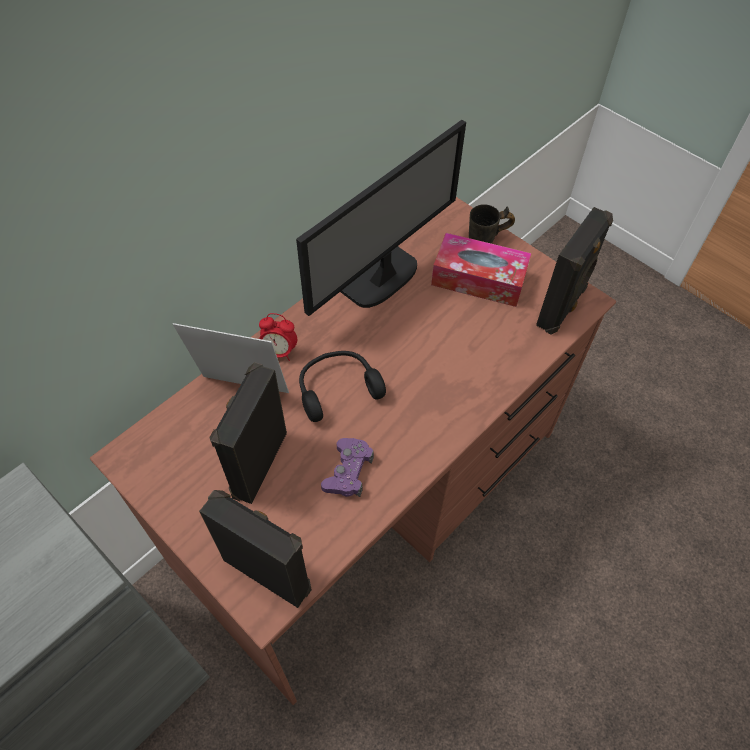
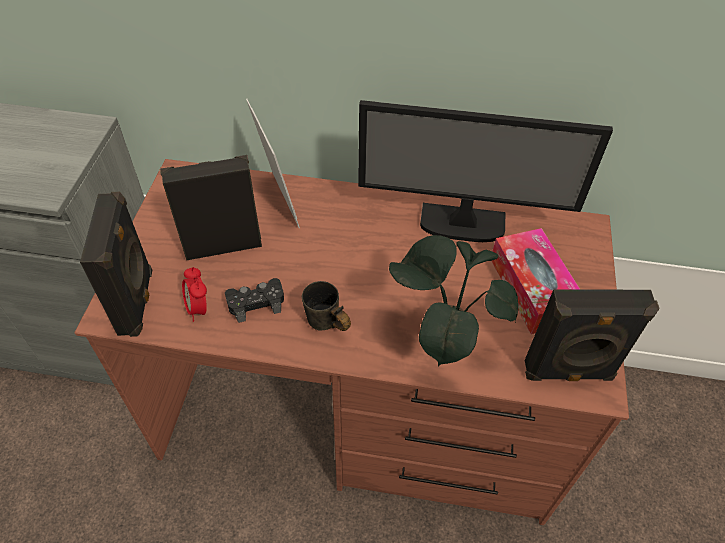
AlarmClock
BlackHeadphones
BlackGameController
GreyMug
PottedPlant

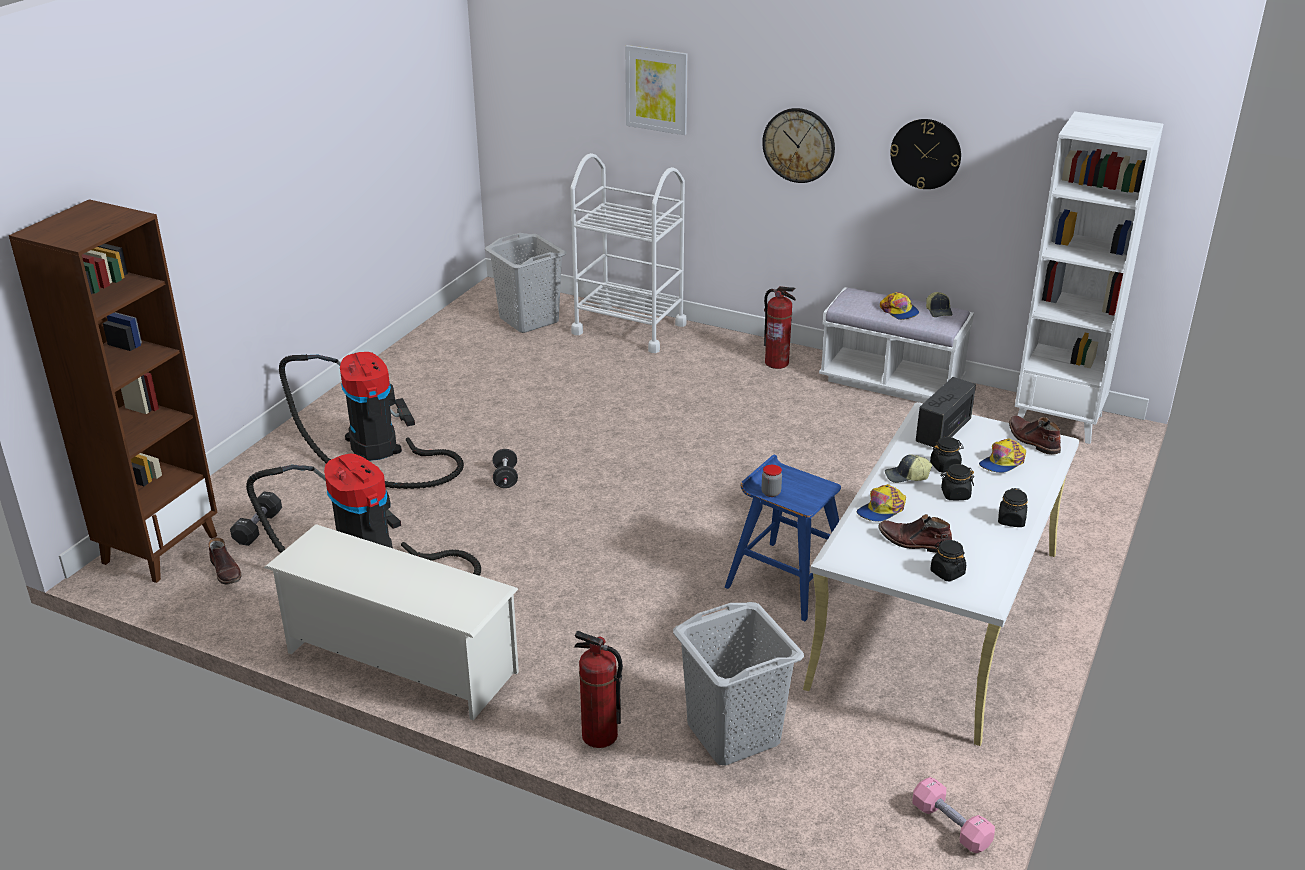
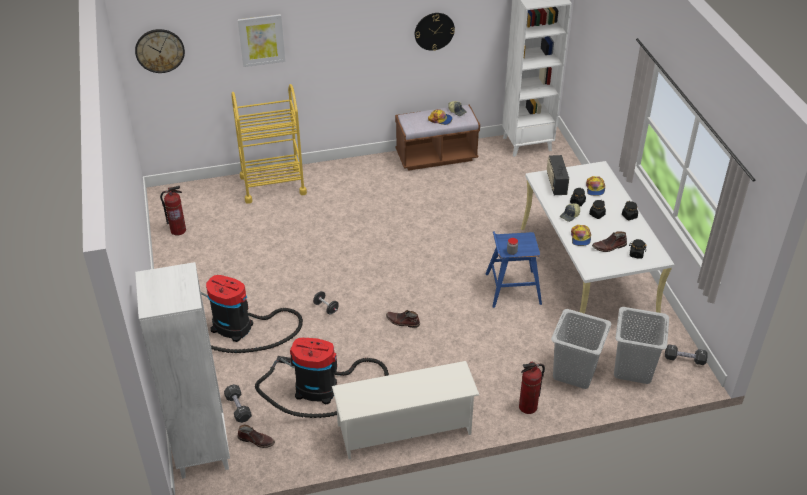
WhiteBookcase (no. 1 from left)
GreyLaundryBasket (no. 2 from left)
YellowCart
WallClock (no. 1 from left)
FireExtinguisher (no. 1 from left)
BrownBench
BlackDumbbell (no. 3 from left)
BrownBoot (no. 2 from left)

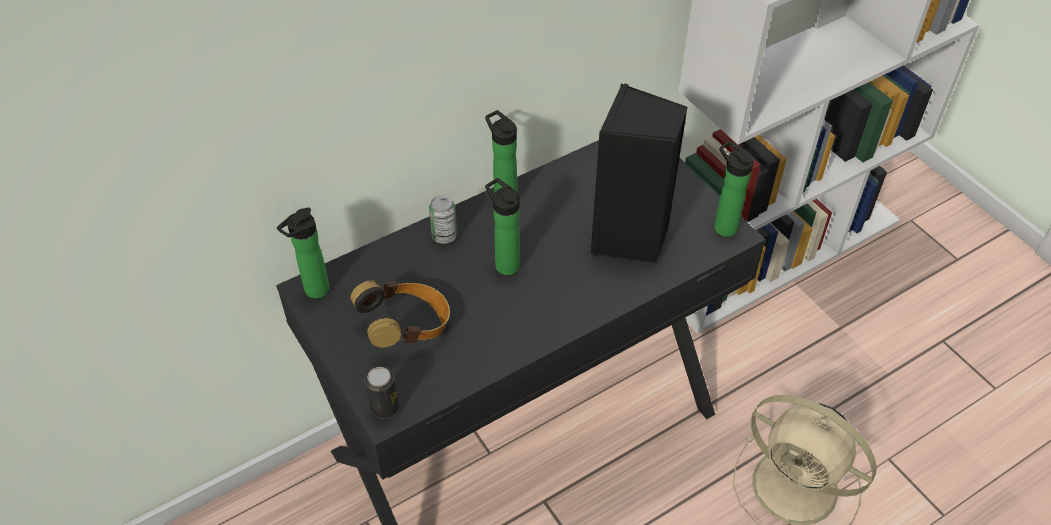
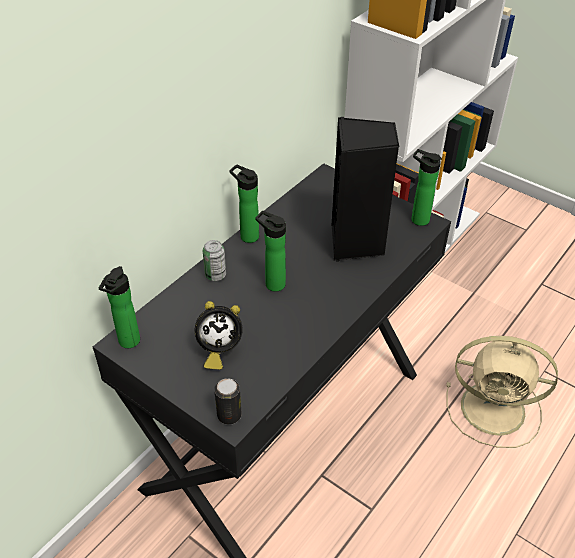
AlarmClock

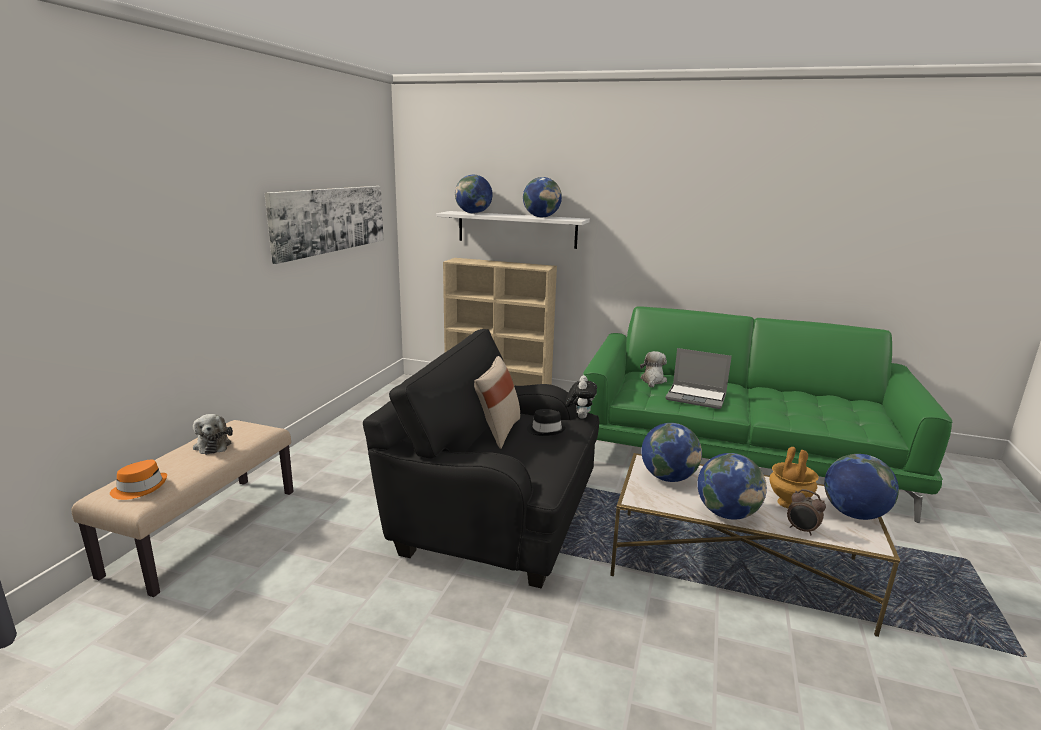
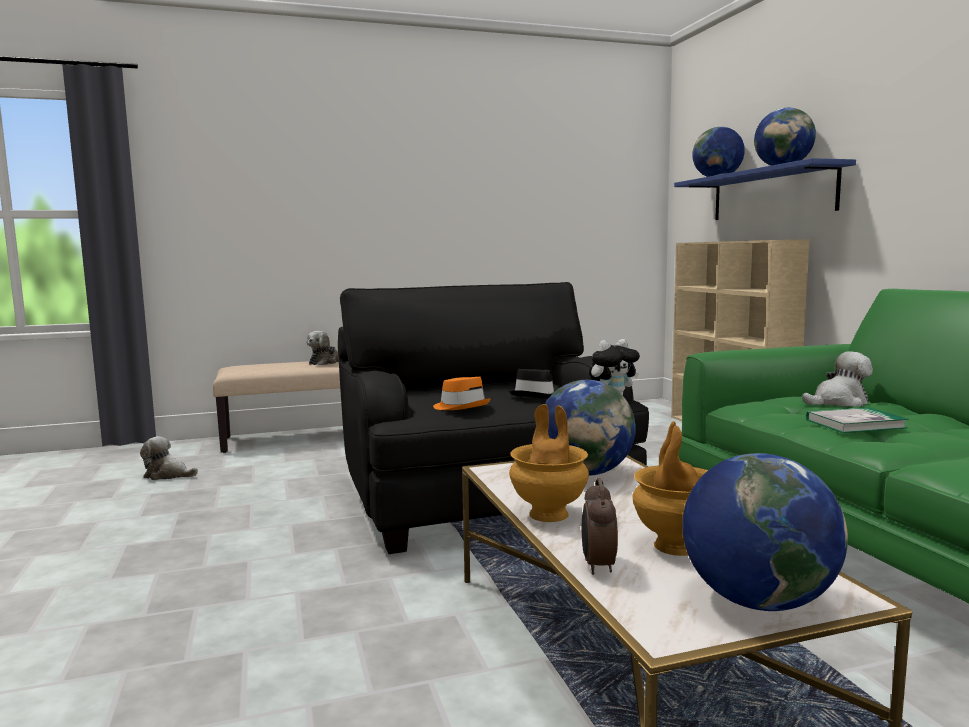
OrangeHat
Picture
BlueShelf
BeigePillow
Book
BrownVase (no. 1 from left)
PlushToy (no. 1 from left)

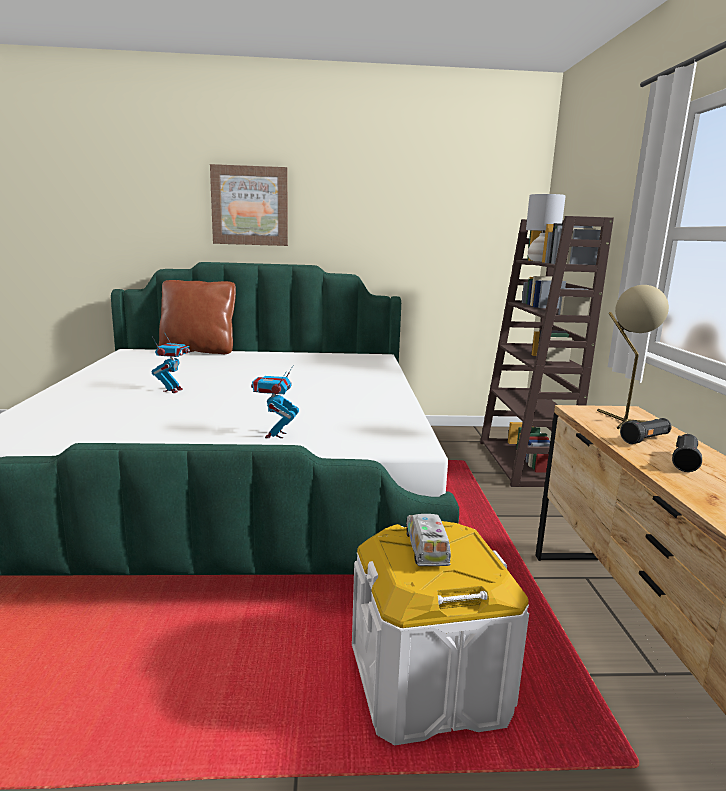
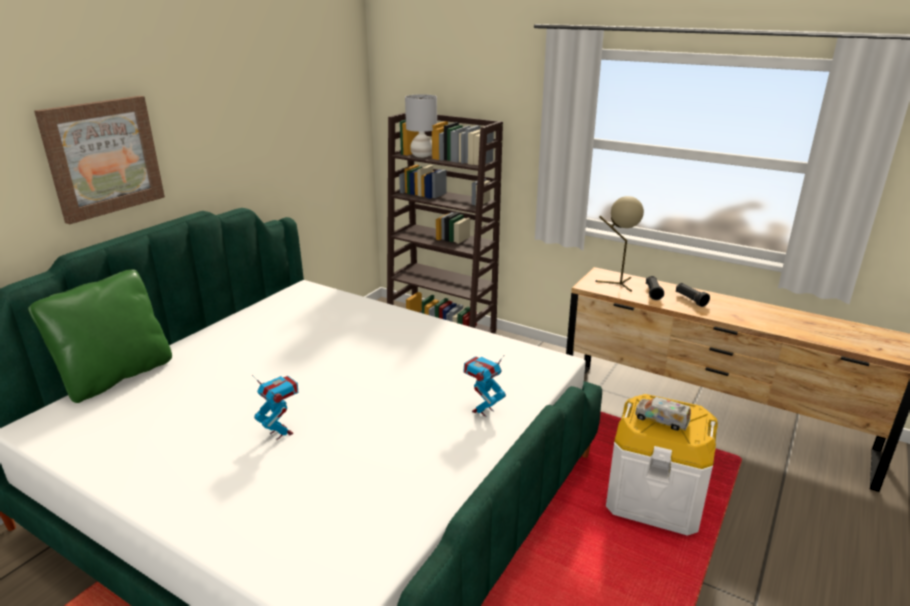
GreenPillow
ToyRobot (no. 2 from left)

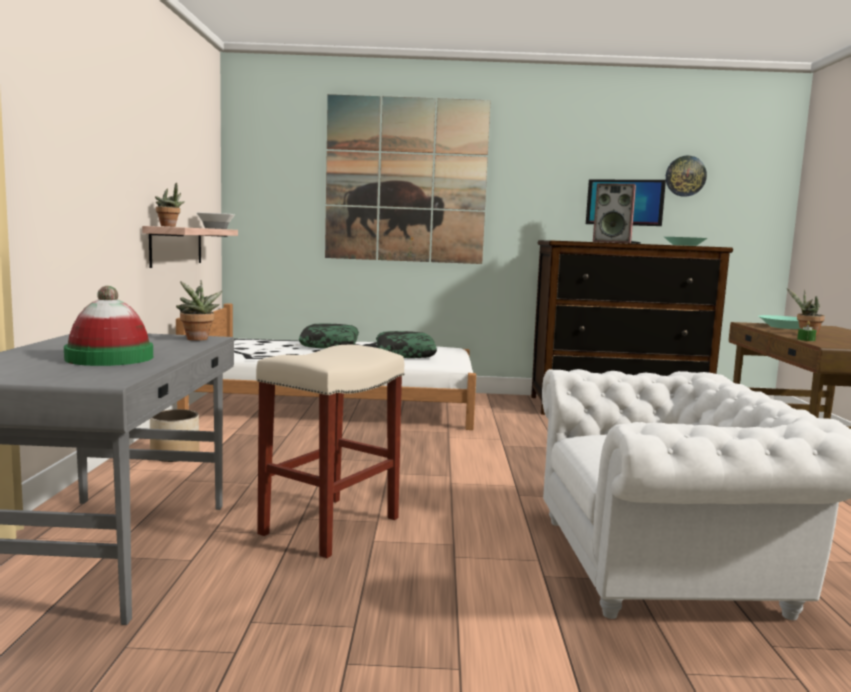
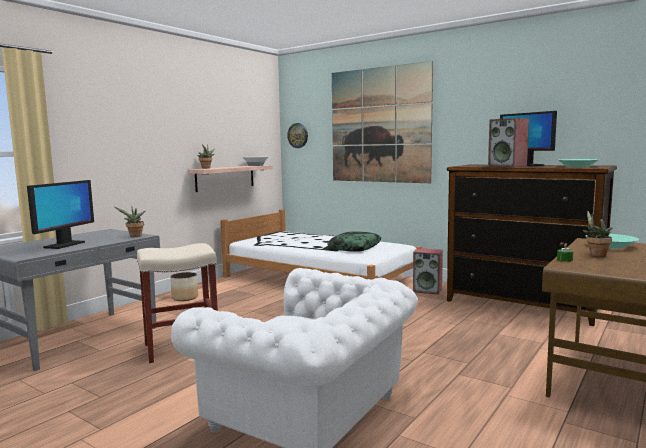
Monitor (no. 1 from left)
Pillow (no. 1 from left in the first image)
WallClock
Speaker (no. 1 from left)

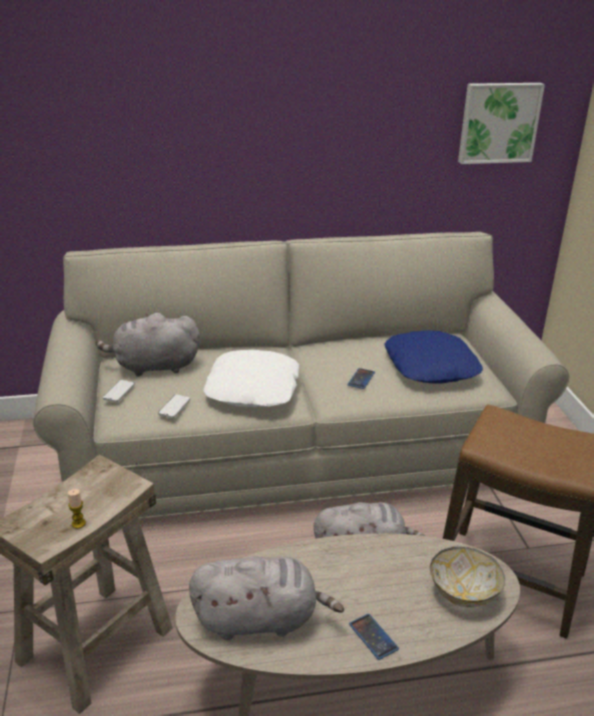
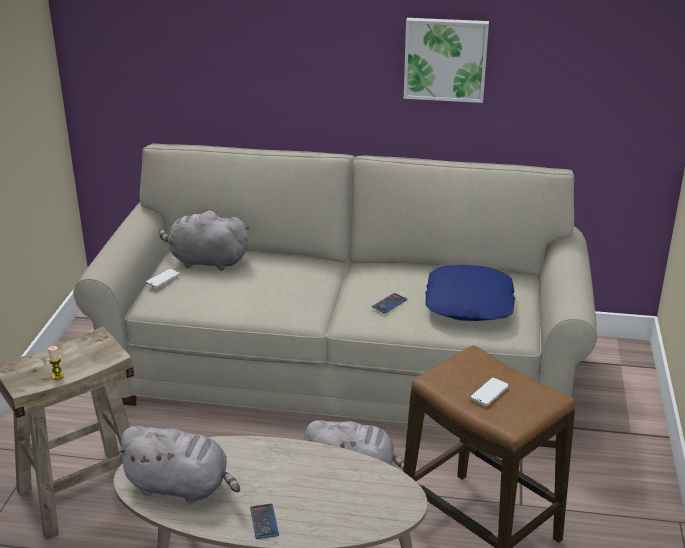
Phone (no. 4 from left)
WhitePillow
Bowl
Picture

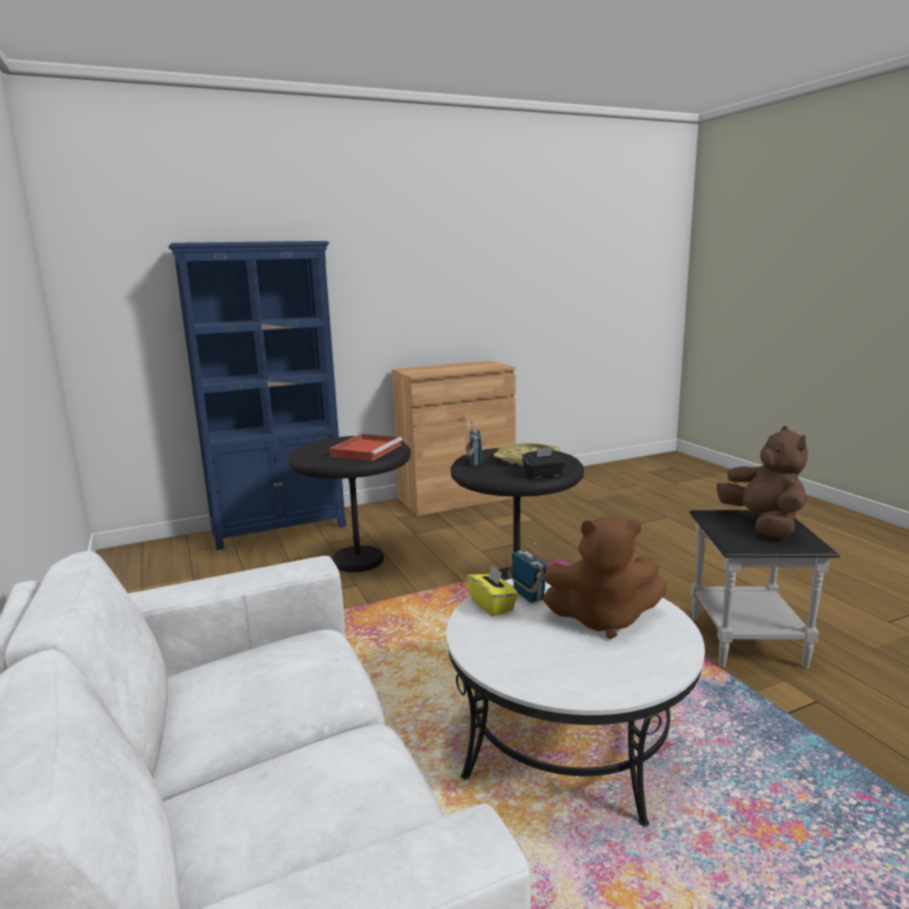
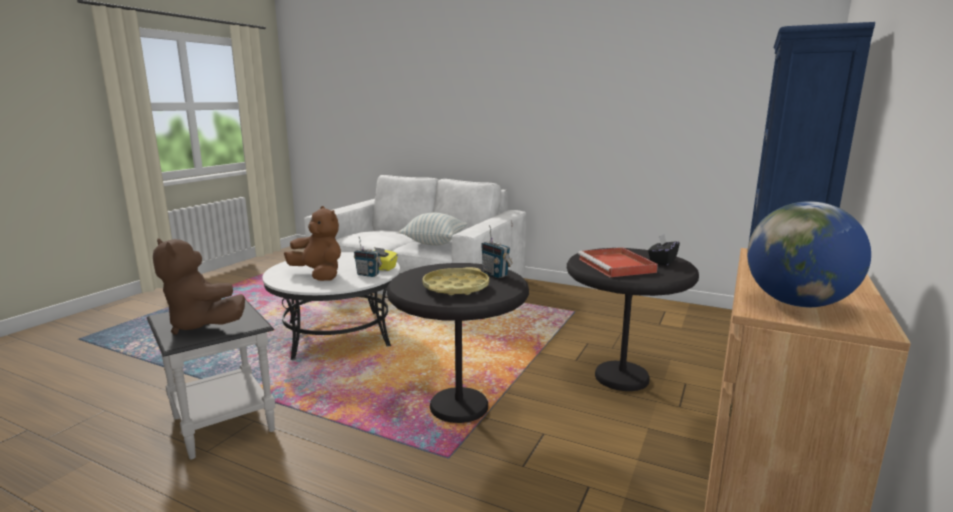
BlackTissueBox
BrownPlushToy (no. 2 from left)
Pillow
Globe

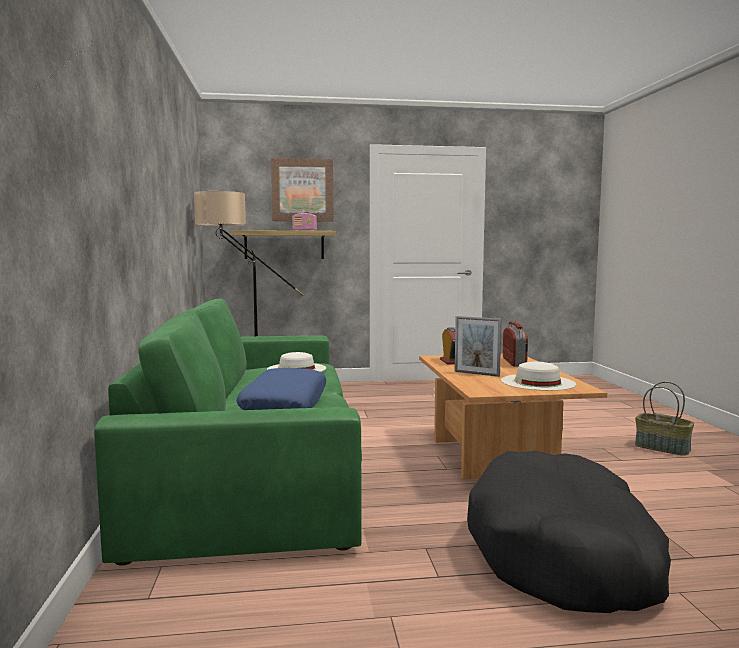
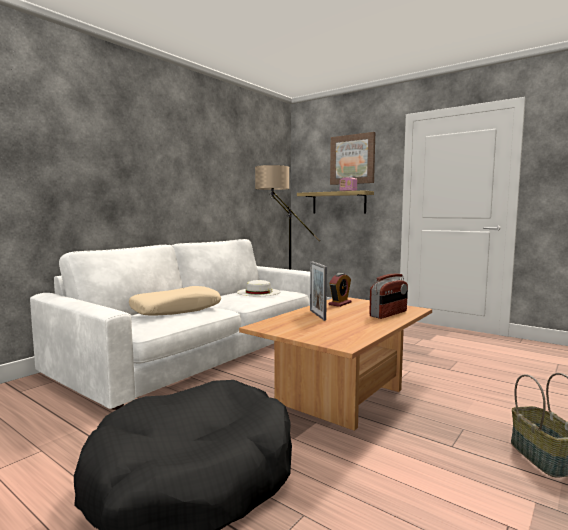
WhiteSofa
BeigePillow
WhiteHat (no. 2 from left in the first image)

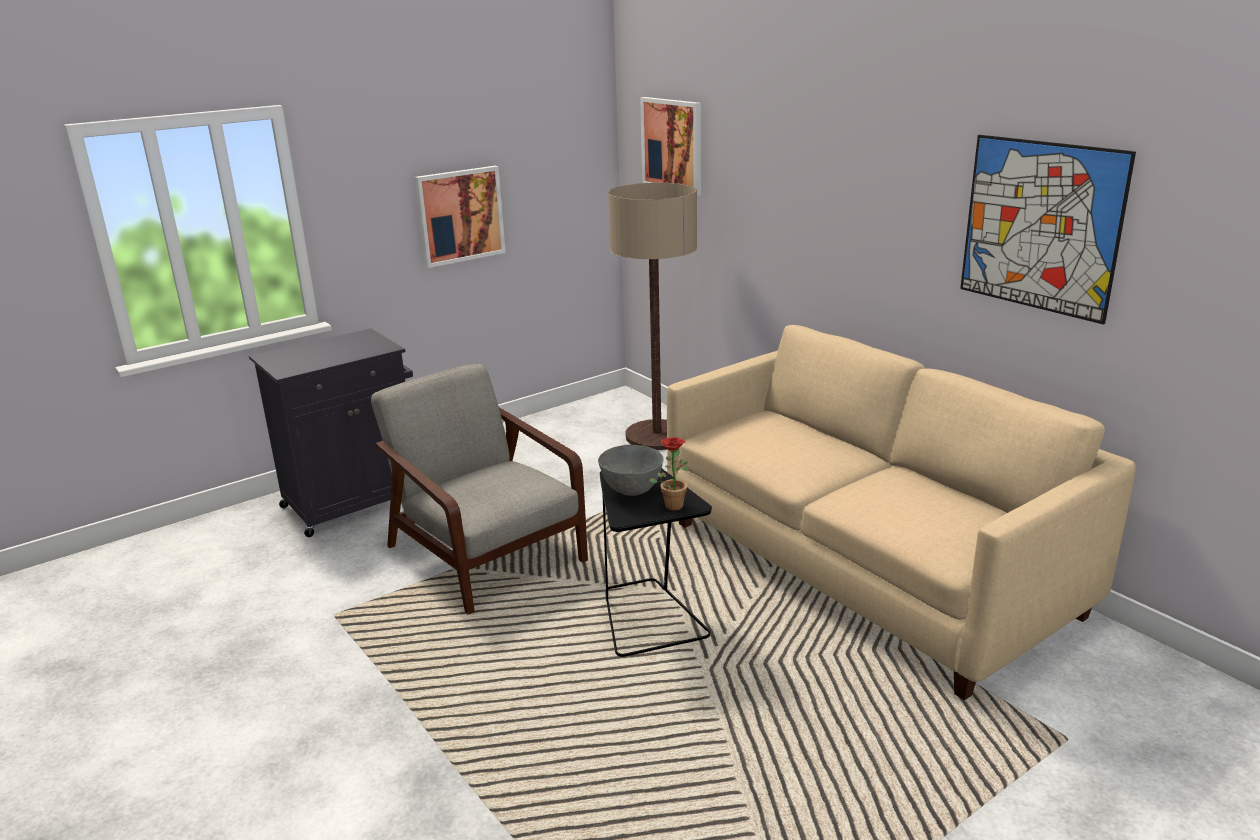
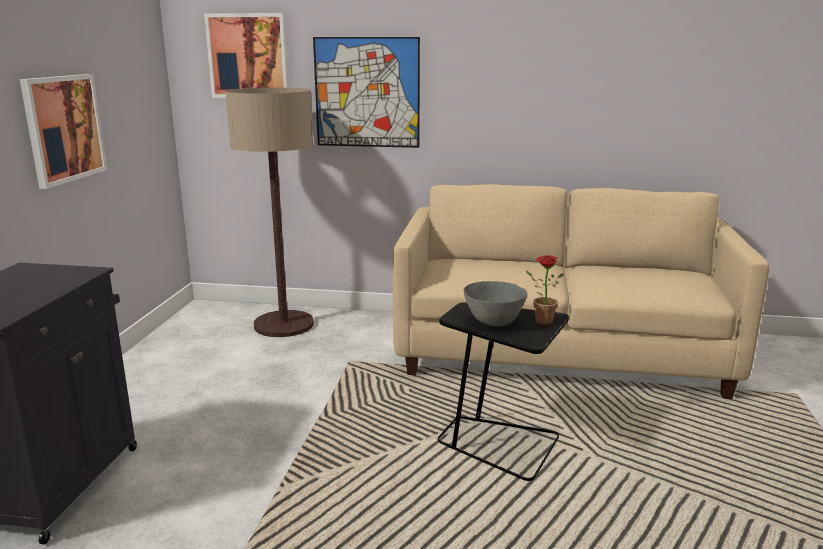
GreyArmchair
Picture (no. 3 from left)

